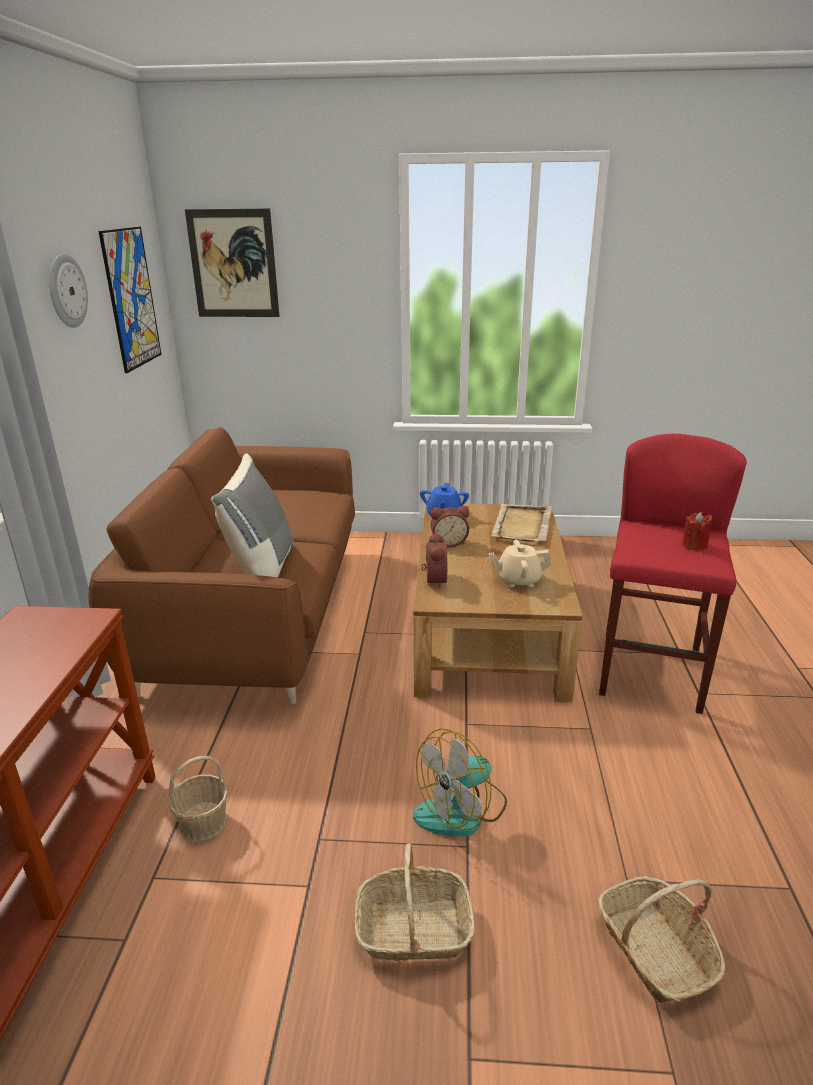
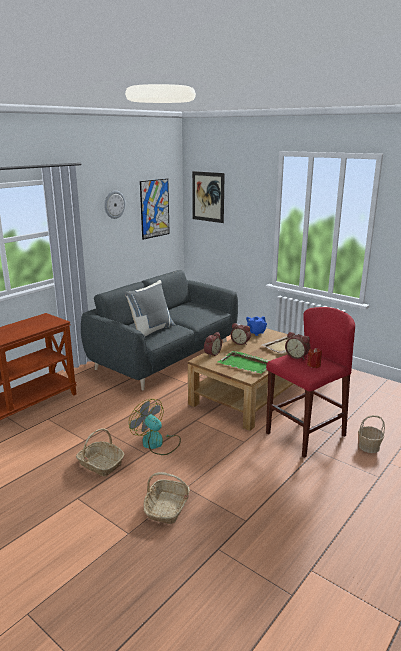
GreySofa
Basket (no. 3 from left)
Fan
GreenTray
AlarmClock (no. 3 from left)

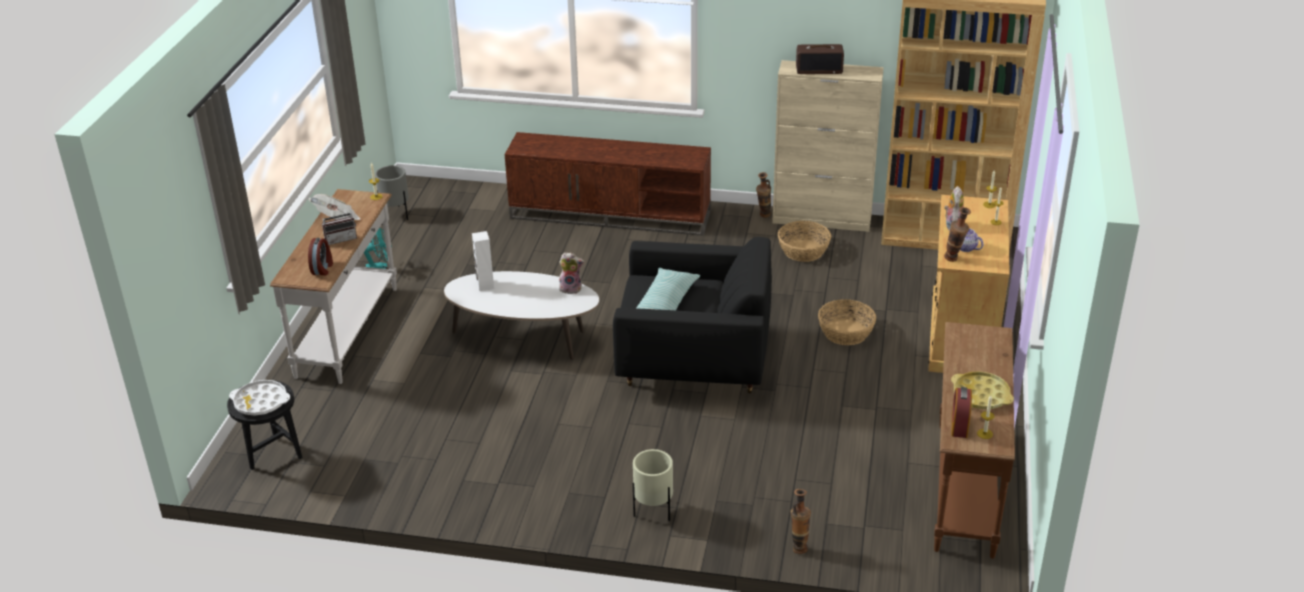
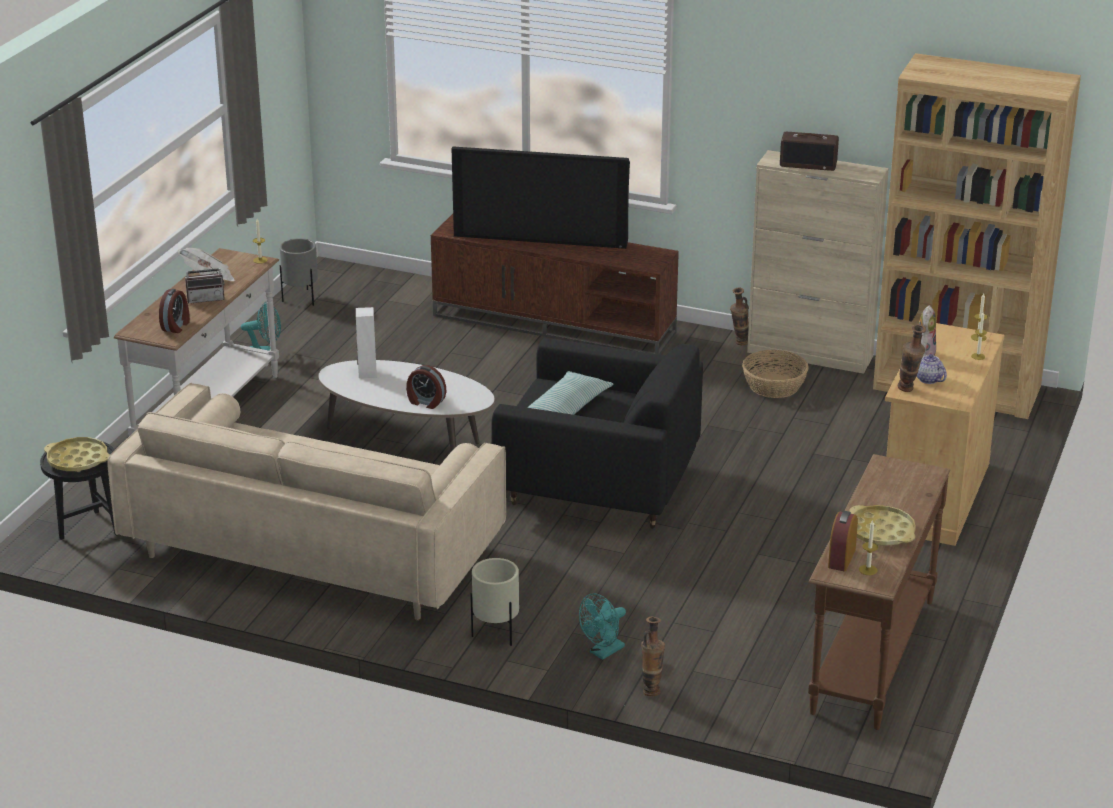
YellowTray (no. 1 from left)
PlushToy (no. 1 from left in the first image)
Basket (no. 2 from left in the first image)
BeigeSofa
AlarmClock (no. 2 from left)
Television
TurquoiseFan (no. 2 from left)

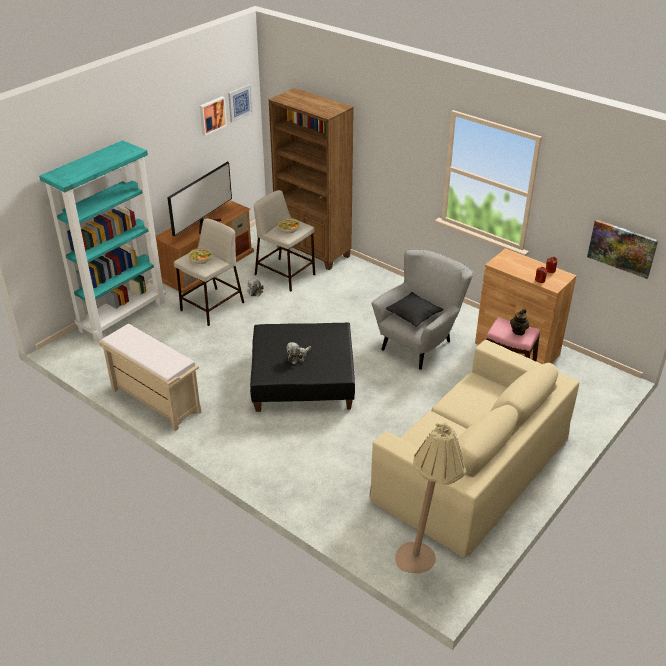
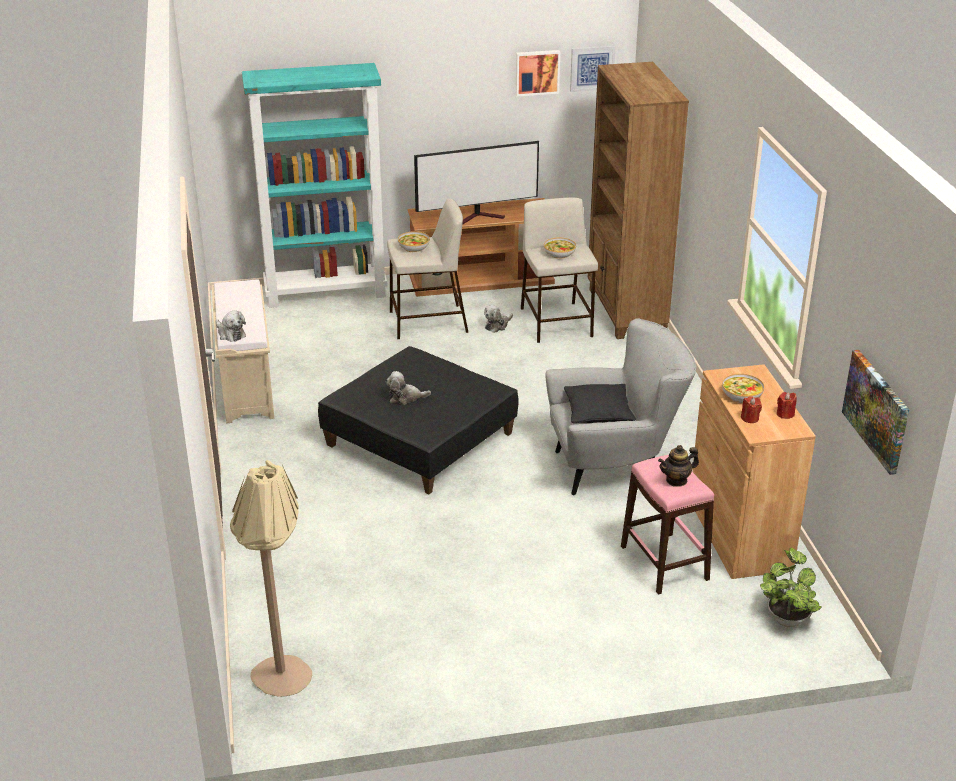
BeigeSofa
PlushToy (no. 1 from left)
Bowl (no. 3 from left)
PottedPlant

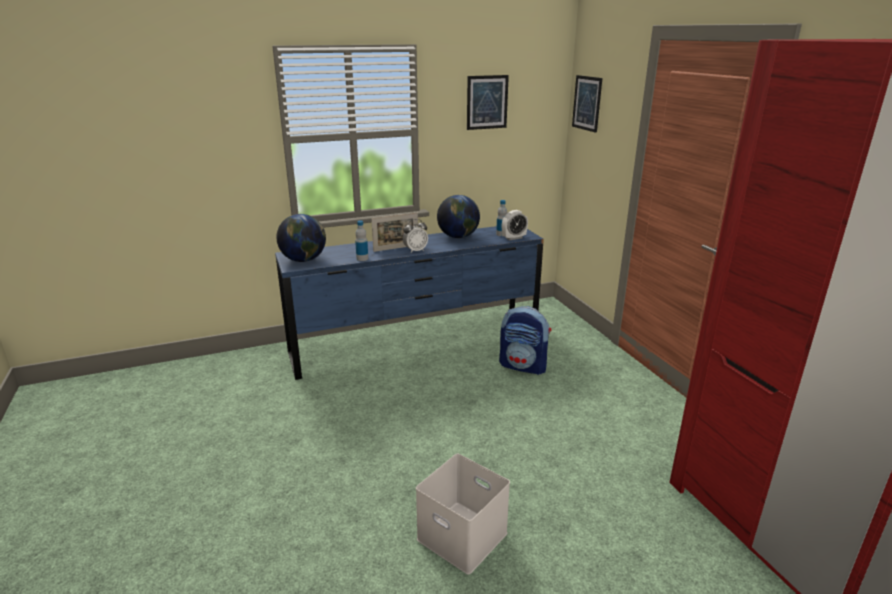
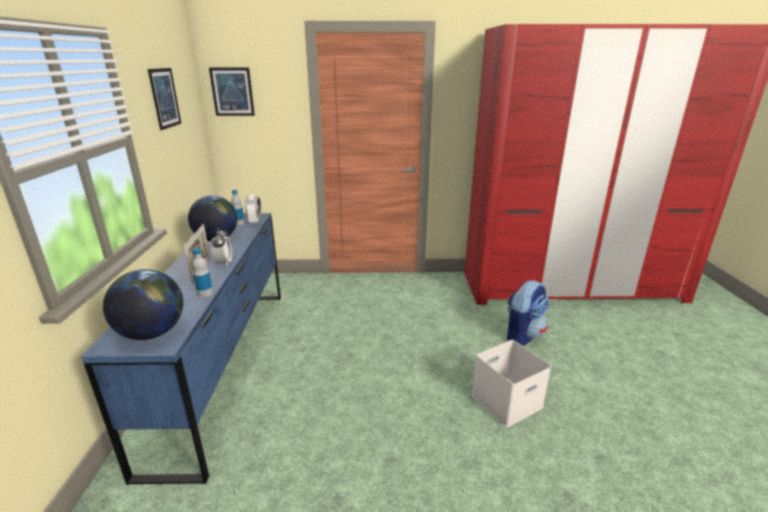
Backpack

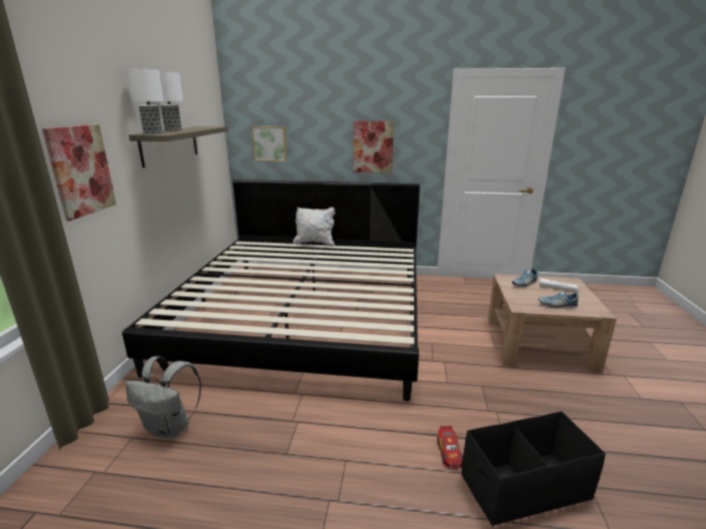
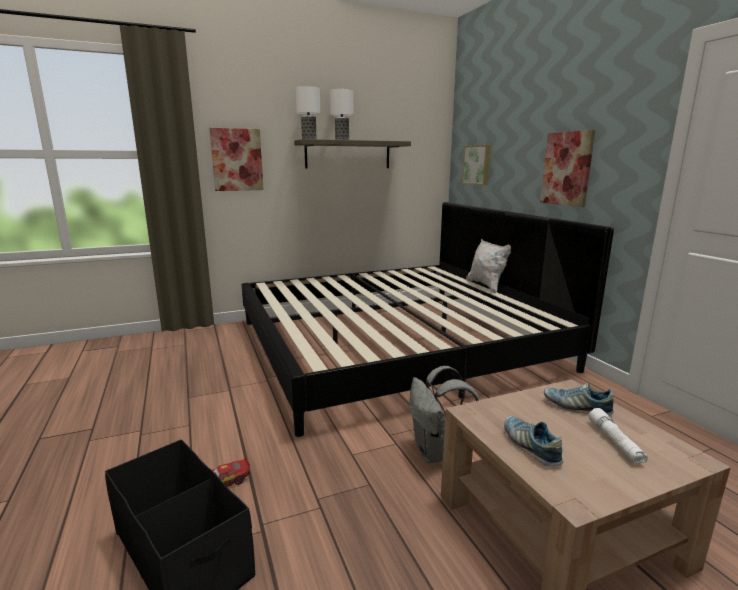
GreyBackpack

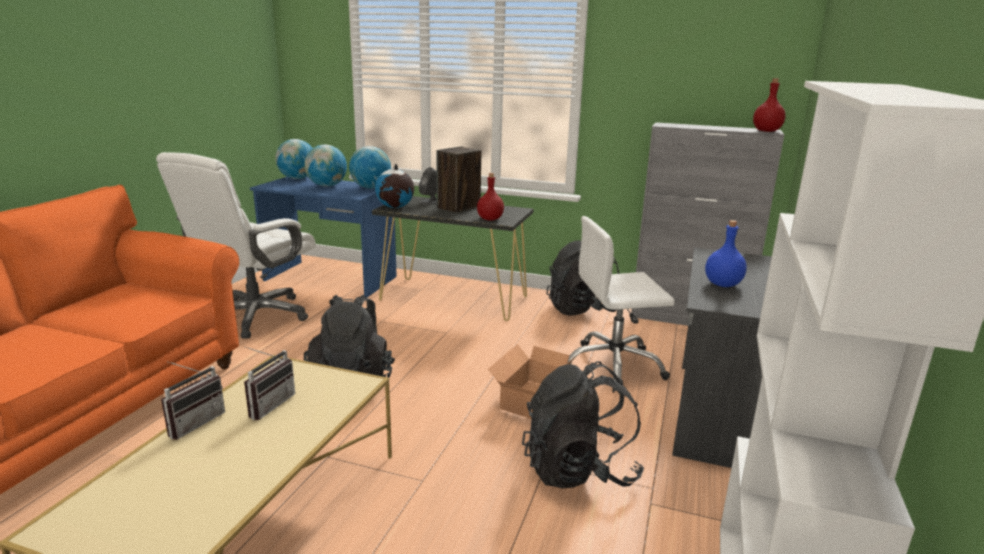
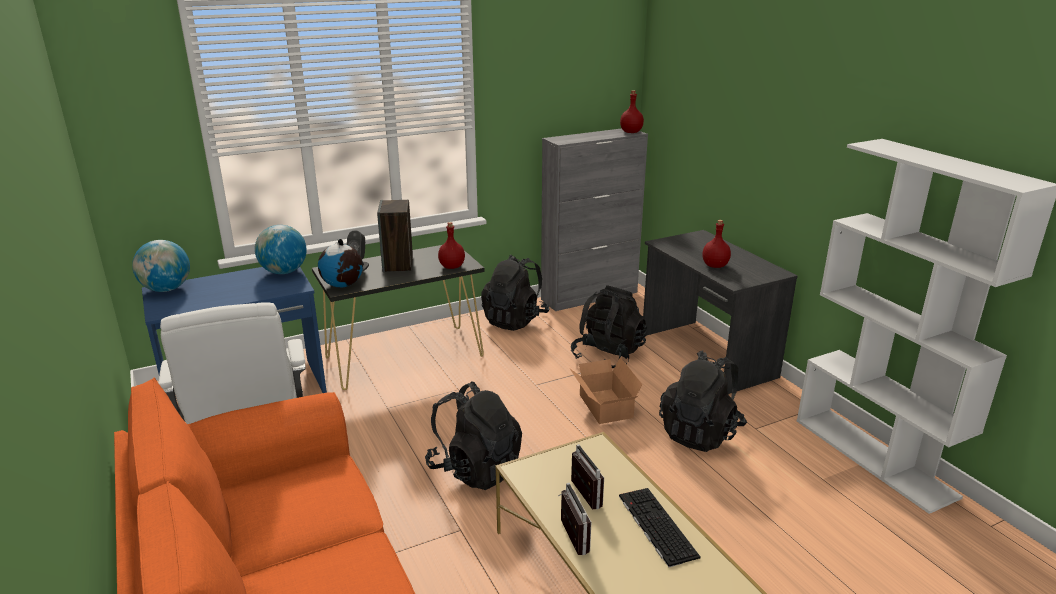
Globe (no. 2 from left in the first image)
BlackBackpack (no. 3 from left)
RedBottle (no. 3 from left)
Keyboard

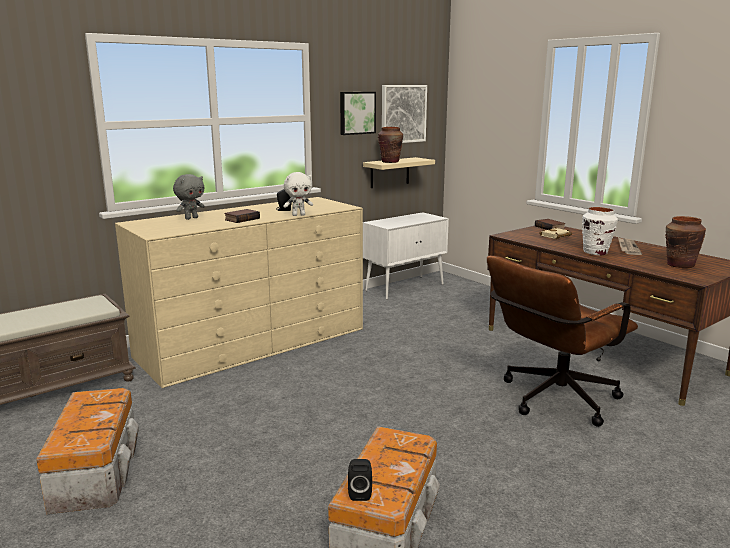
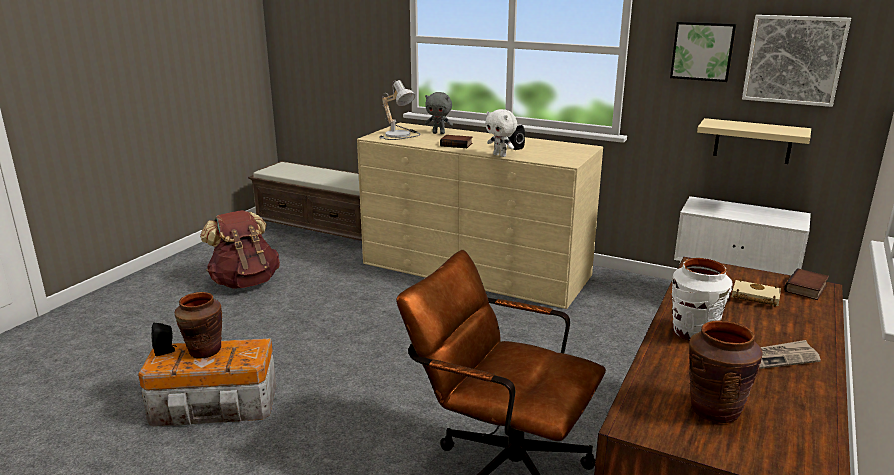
BrownBackpack
BrownVase (no. 1 from left)
TableLamp

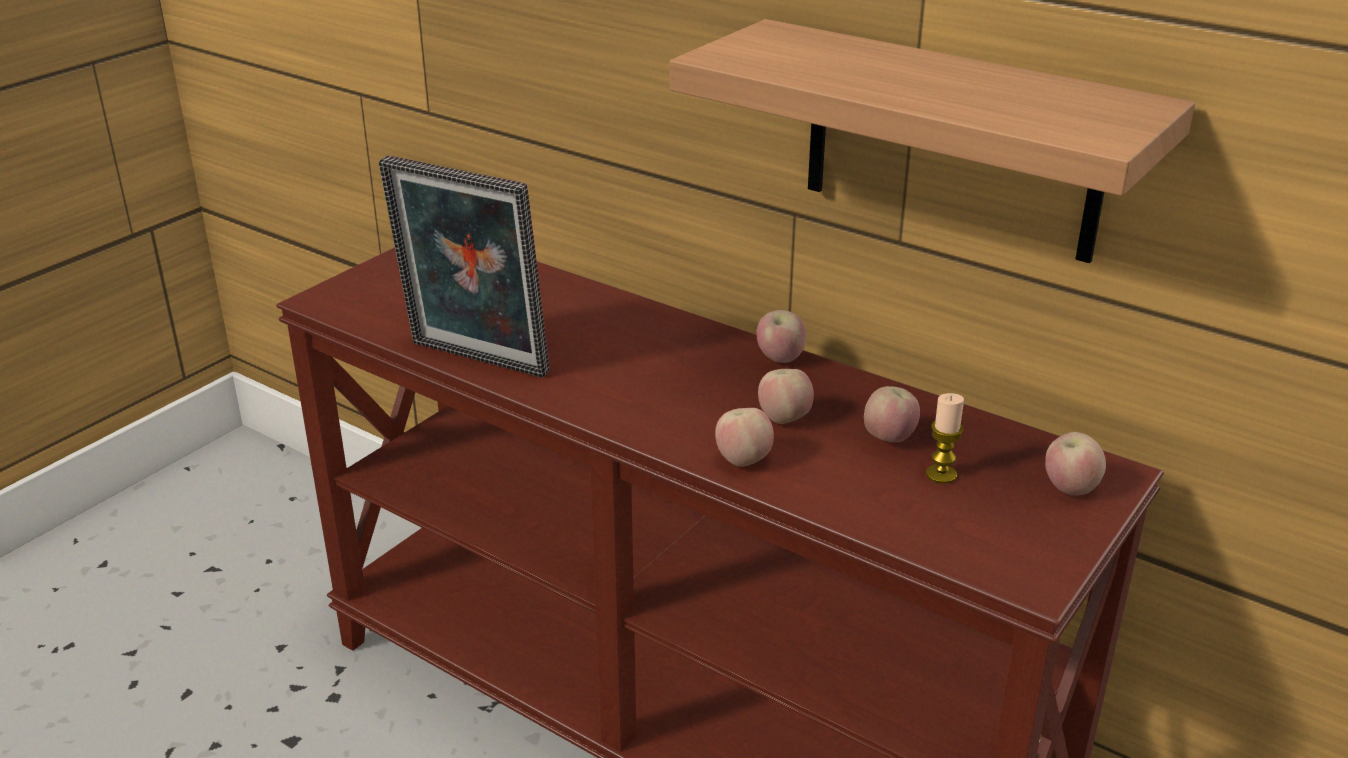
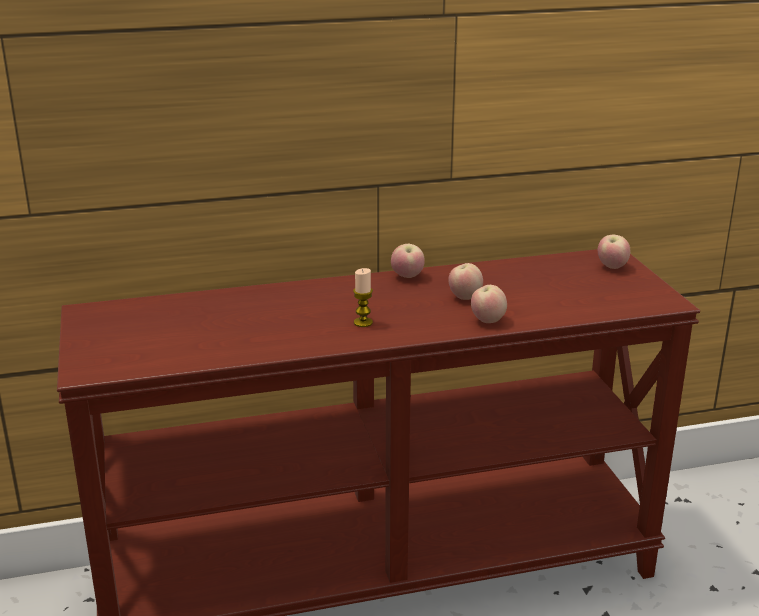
PictureFrame
Shelf
Apple (no. 4 from left in the first image)
Candle

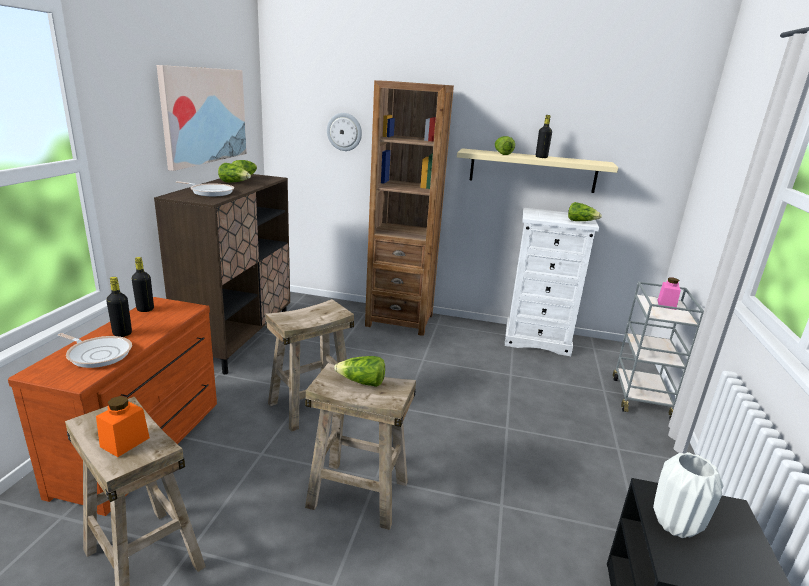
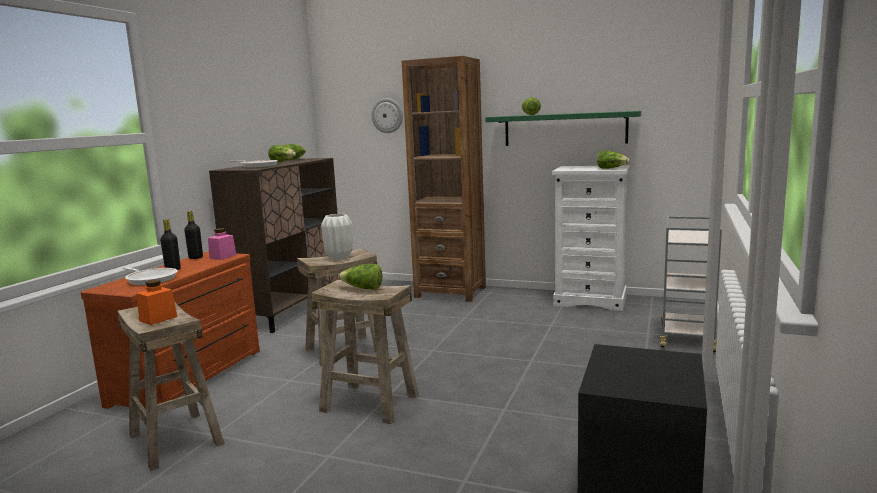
Picture
GreenShelf
BlackBottle (no. 3 from left in the first image)
WhiteVase
PinkJar

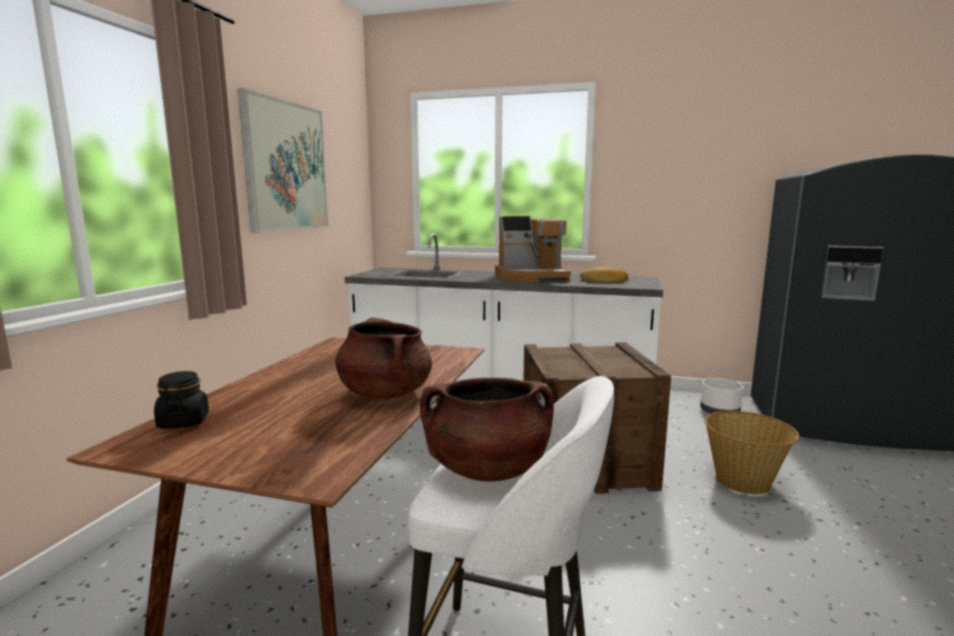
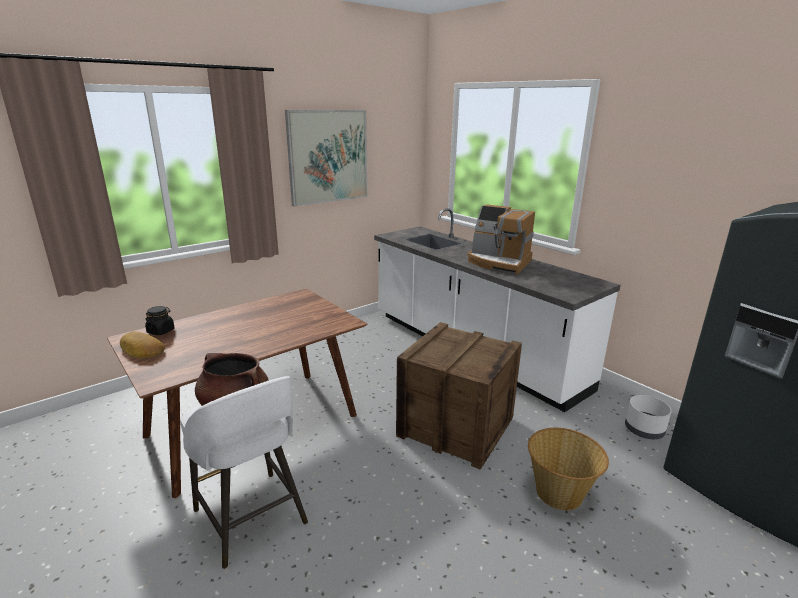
BrownCookingPot (no. 1 from left in the first image)
Bread

